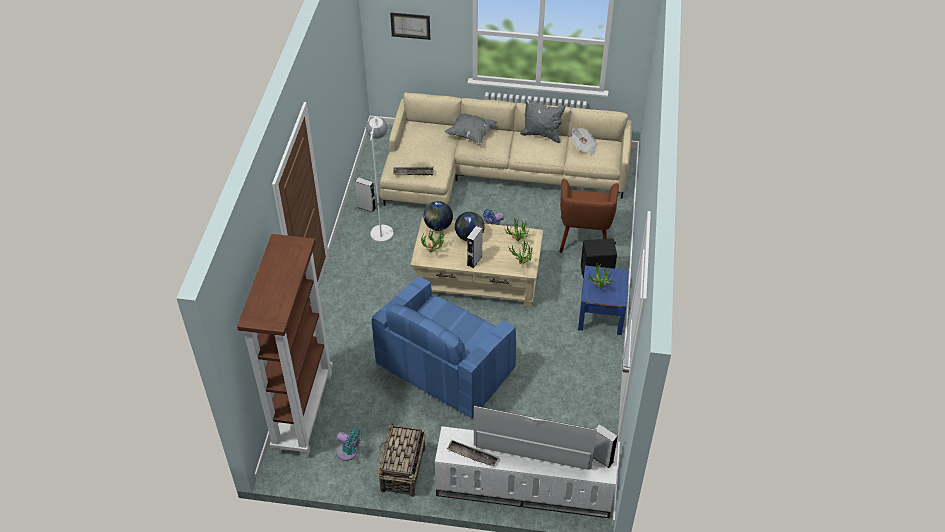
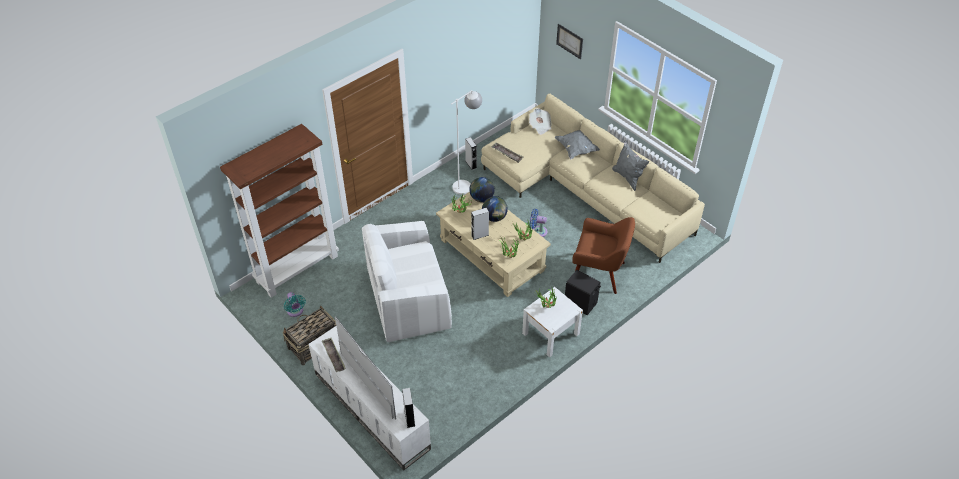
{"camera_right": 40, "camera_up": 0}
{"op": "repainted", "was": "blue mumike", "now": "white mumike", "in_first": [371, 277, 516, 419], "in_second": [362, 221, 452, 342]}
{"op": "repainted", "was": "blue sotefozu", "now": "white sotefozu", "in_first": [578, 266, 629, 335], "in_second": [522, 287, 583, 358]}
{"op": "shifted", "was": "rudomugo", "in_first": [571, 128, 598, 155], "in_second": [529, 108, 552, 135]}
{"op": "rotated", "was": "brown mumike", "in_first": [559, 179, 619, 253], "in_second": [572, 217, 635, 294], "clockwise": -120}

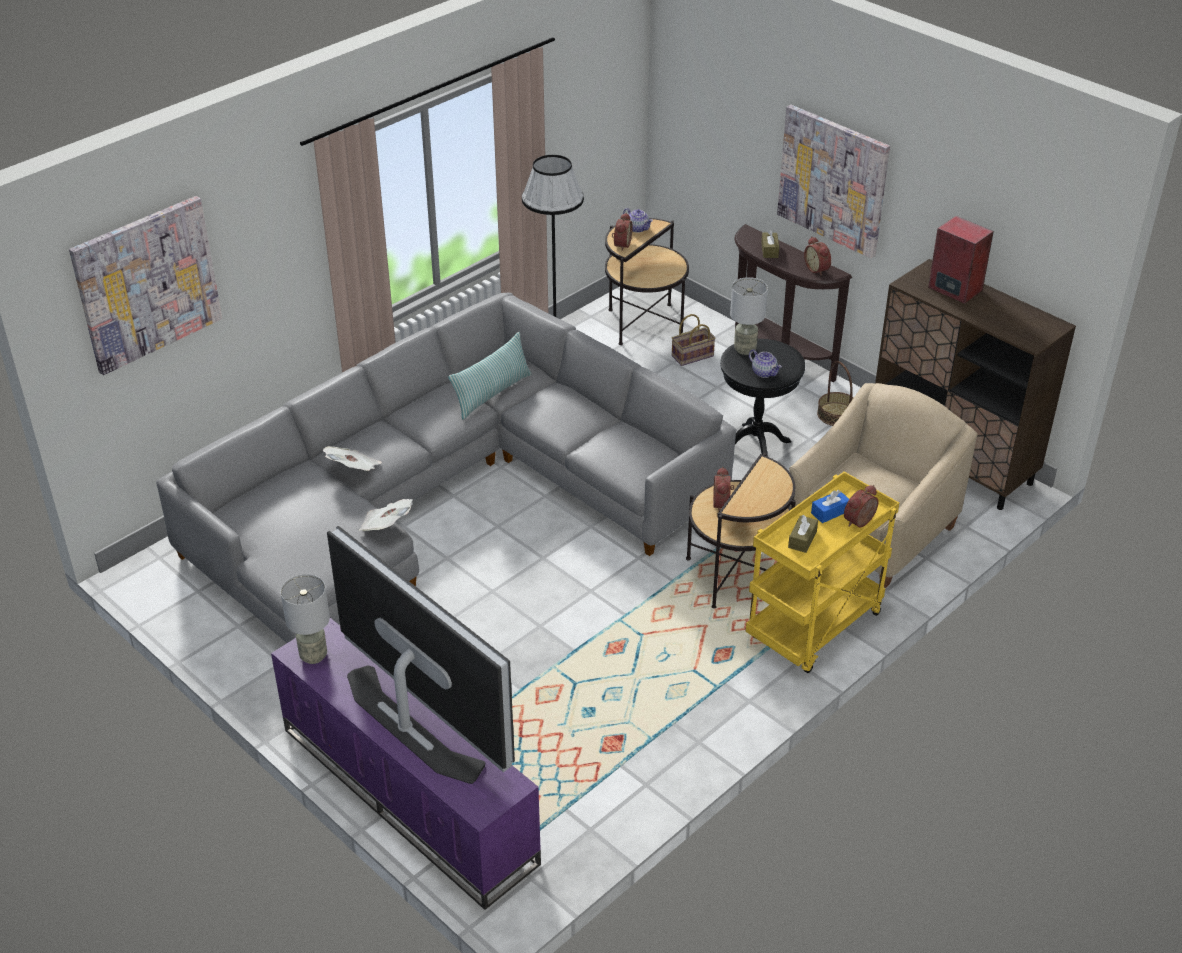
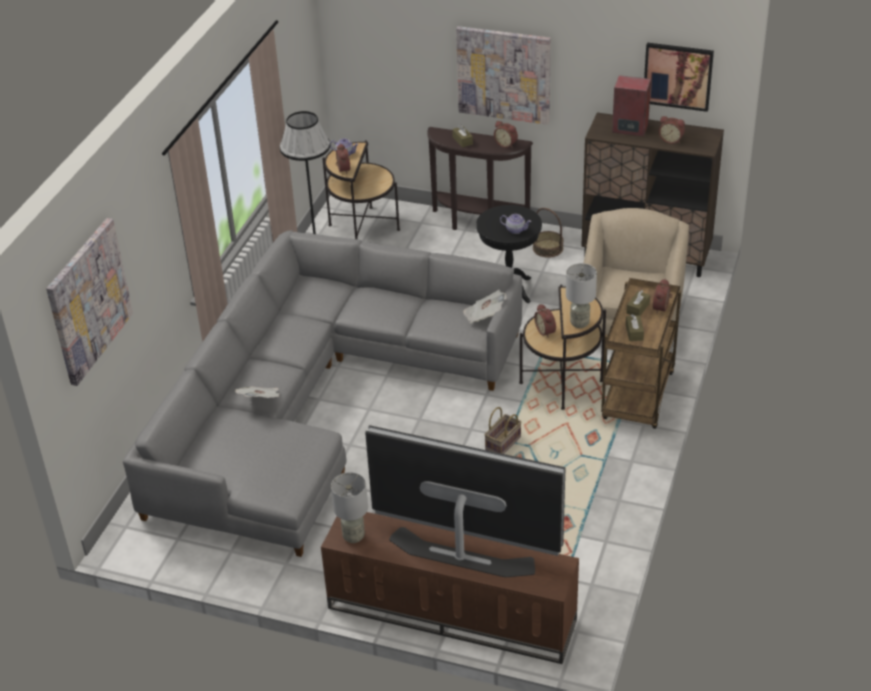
{"camera_right": -25, "camera_up": 0}
{"op": "repainted", "was": "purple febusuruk", "now": "brown febusuruk", "in_first": [271, 618, 541, 910], "in_second": [321, 512, 579, 664]}
{"op": "shifted", "was": "rudomugo", "in_first": [359, 499, 413, 531], "in_second": [463, 290, 507, 324]}
{"op": "shifted", "was": "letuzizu", "in_first": [672, 314, 715, 366], "in_second": [484, 407, 521, 454]}
{"op": "shifted", "was": "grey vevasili", "in_first": [730, 277, 768, 355], "in_second": [566, 263, 597, 328]}
{"op": "repainted", "was": "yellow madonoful", "now": "brown madonoful", "in_first": [746, 472, 899, 673], "in_second": [601, 278, 681, 429]}
{"op": "repainted", "was": "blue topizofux", "now": "brown topizofux", "in_first": [811, 490, 849, 523], "in_second": [626, 290, 650, 316]}
{"op": "new", "now": "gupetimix", "in_second": [644, 43, 714, 112]}
{"op": "new", "now": "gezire", "in_second": [659, 116, 685, 144]}
{"op": "gone", "was": "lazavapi", "in_first": [448, 332, 532, 419]}

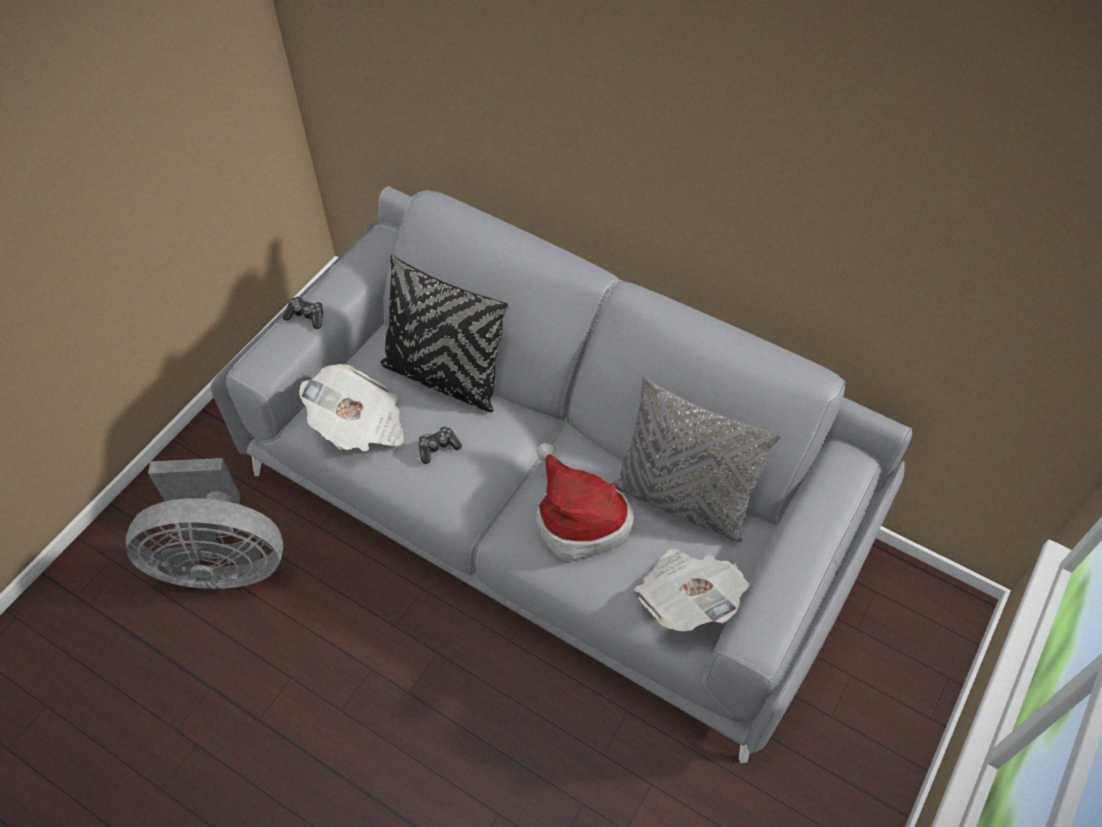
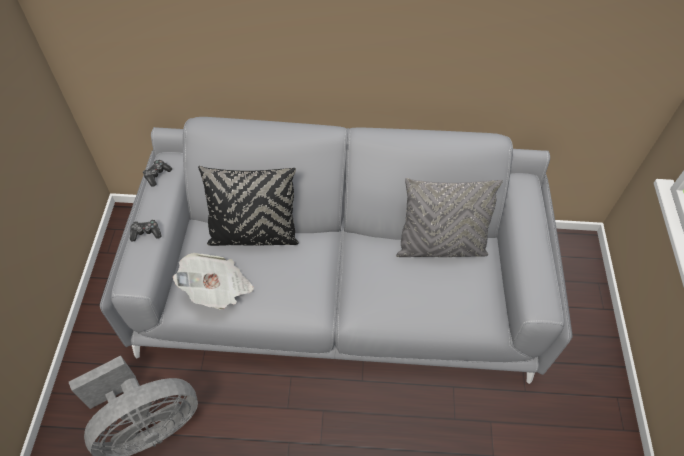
{"camera_right": -30, "camera_up": 0}
{"op": "shifted", "was": "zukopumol", "in_first": [418, 426, 462, 464], "in_second": [143, 160, 172, 187]}
{"op": "gone", "was": "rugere", "in_first": [536, 443, 634, 561]}
{"op": "gone", "was": "rudomugo", "in_first": [634, 549, 749, 631]}

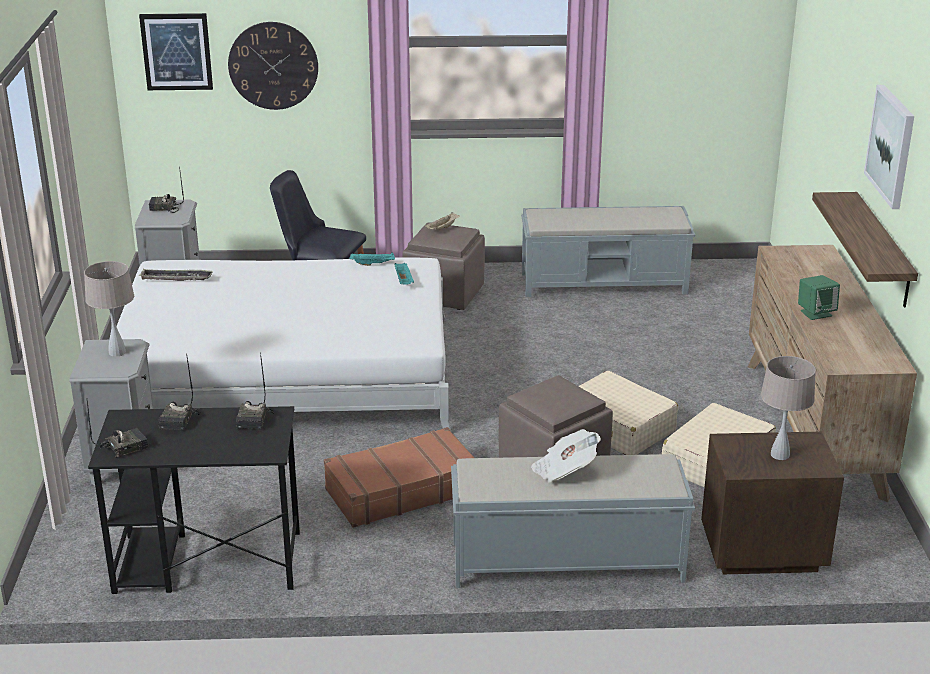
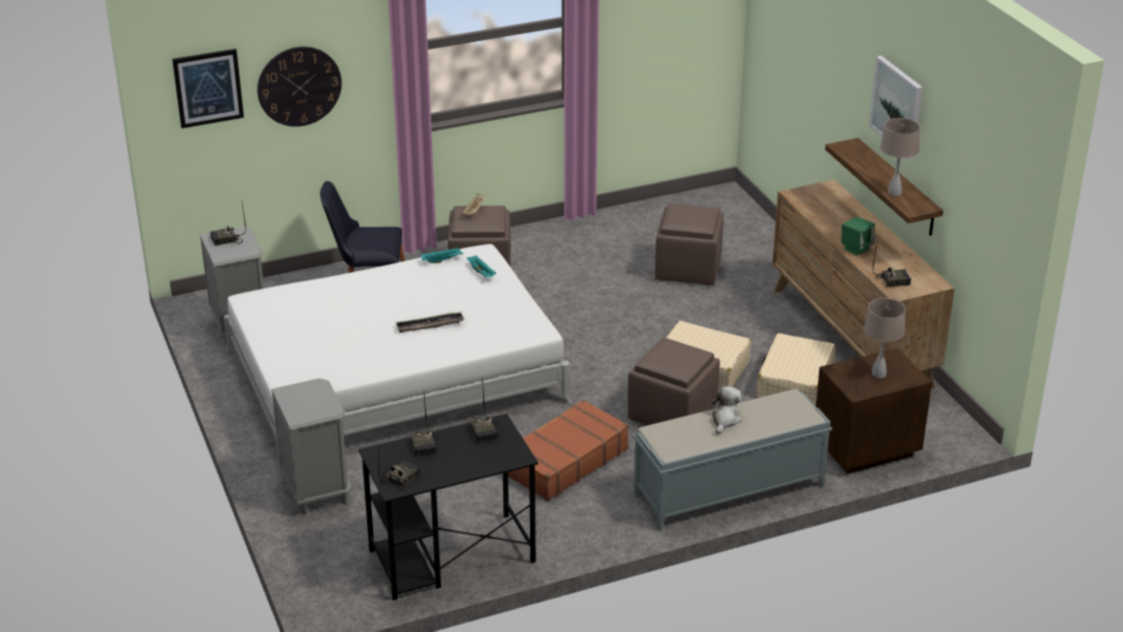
{"camera_right": -20, "camera_up": 5}
{"op": "shifted", "was": "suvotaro", "in_first": [139, 269, 213, 281], "in_second": [395, 312, 464, 333]}
{"op": "new", "now": "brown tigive", "in_second": [655, 204, 724, 285]}
{"op": "swapped", "was": "rudomugo", "now": "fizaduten", "in_first": [531, 429, 601, 483], "in_second": [711, 386, 742, 434]}
{"op": "new", "now": "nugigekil", "in_second": [872, 243, 911, 287]}
{"op": "shifted", "was": "beige vevasili", "in_first": [84, 261, 134, 357], "in_second": [880, 118, 920, 196]}
{"op": "gone", "was": "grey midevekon", "in_first": [521, 206, 695, 297]}

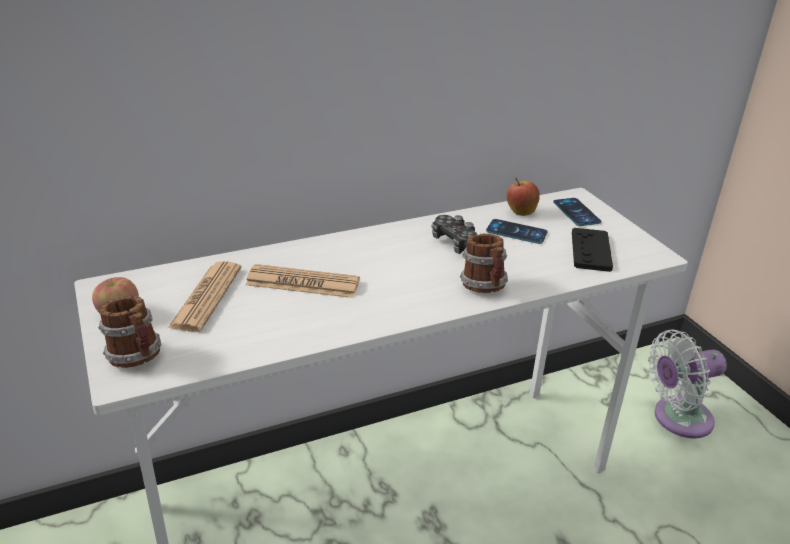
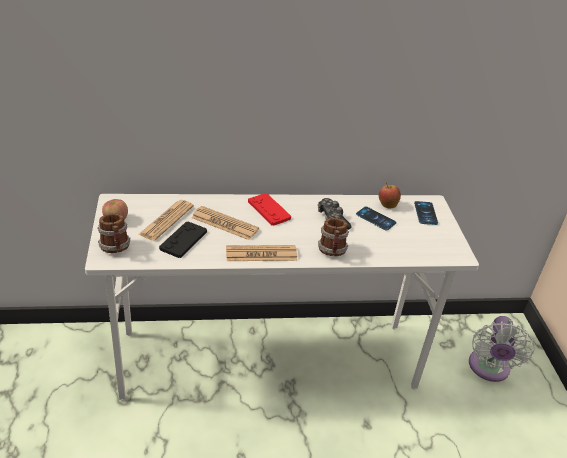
{"camera_right": 15, "camera_up": 5}
{"op": "shifted", "was": "black zukopumol", "in_first": [572, 228, 613, 272], "in_second": [159, 221, 207, 258]}
{"op": "new", "now": "rudomugo", "in_second": [226, 245, 297, 261]}
{"op": "new", "now": "red zukopumol", "in_second": [248, 193, 291, 226]}
{"op": "rotated", "was": "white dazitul", "in_first": [648, 329, 727, 439], "in_second": [469, 316, 535, 382], "clockwise": -75}

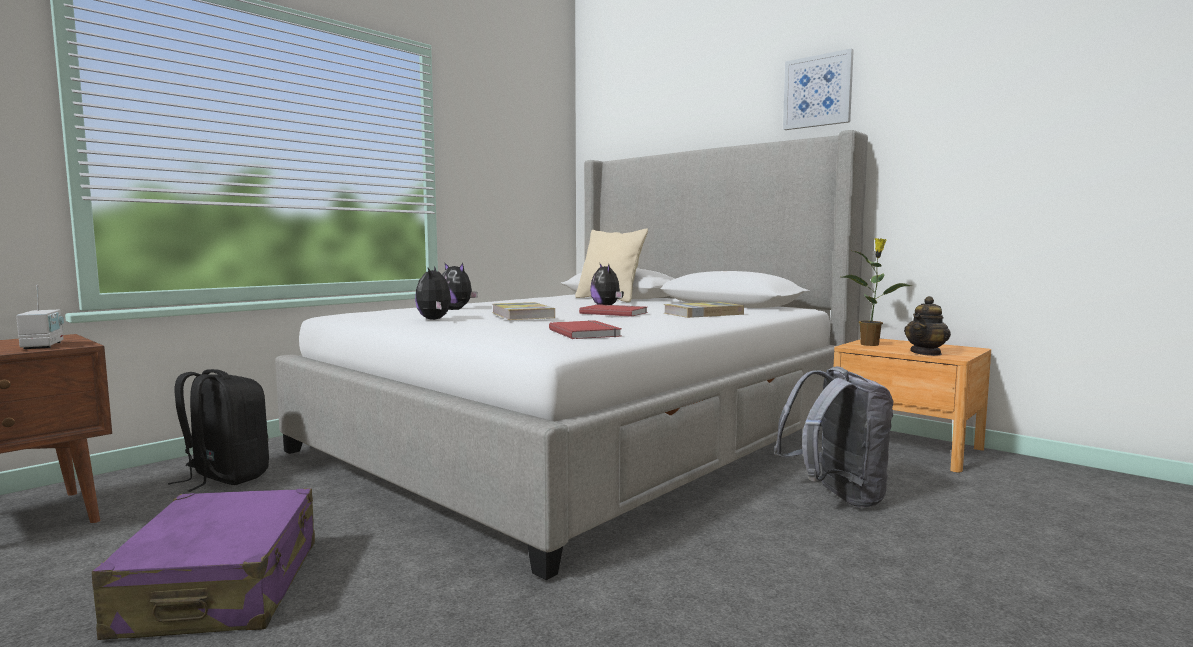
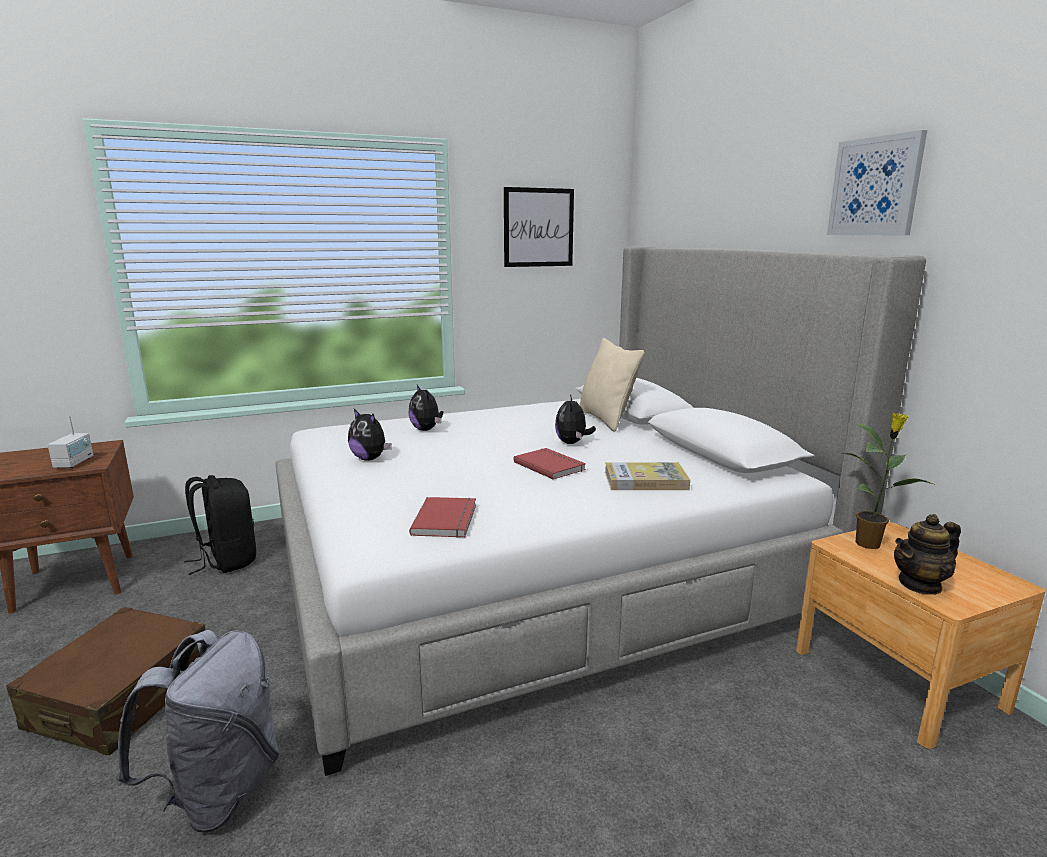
{"camera_right": 25, "camera_up": 10}
{"op": "repainted", "was": "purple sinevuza", "now": "brown sinevuza", "in_first": [92, 488, 315, 640], "in_second": [6, 607, 205, 755]}
{"op": "shifted", "was": "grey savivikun", "in_first": [774, 366, 893, 508], "in_second": [116, 630, 280, 833]}
{"op": "rotated", "was": "fizaduten", "in_first": [415, 266, 464, 320], "in_second": [348, 409, 392, 461], "clockwise": -75}
{"op": "new", "now": "gupetimix", "in_second": [504, 187, 574, 267]}
{"op": "gone", "was": "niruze", "in_first": [492, 302, 555, 320]}

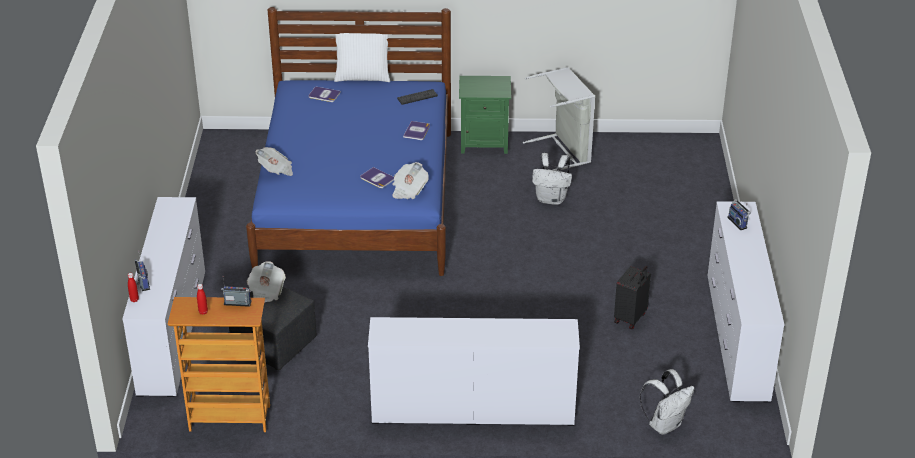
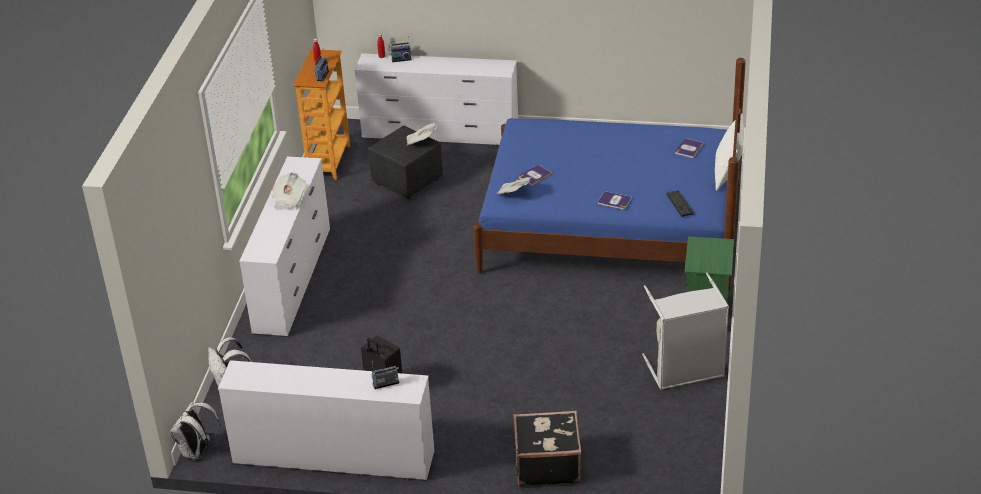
{"camera_right": 100, "camera_up": 0}
{"op": "shifted", "was": "white savivikun", "in_first": [532, 153, 572, 205], "in_second": [170, 402, 221, 459]}
{"op": "shifted", "was": "rudomugo", "in_first": [256, 147, 293, 176], "in_second": [272, 172, 307, 210]}
{"op": "new", "now": "black sinevuza", "in_second": [513, 410, 582, 486]}

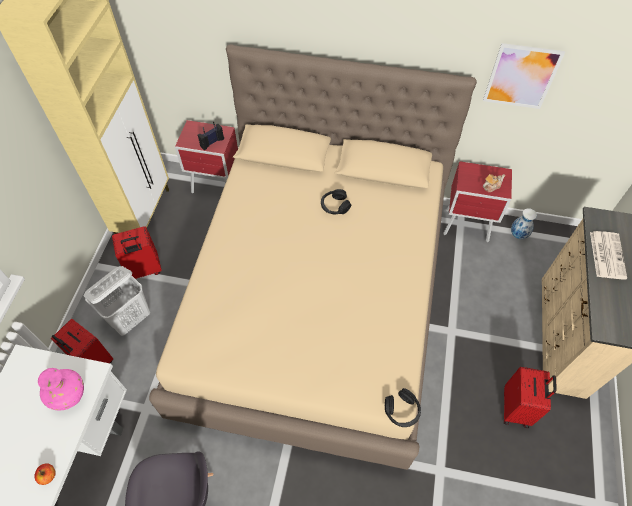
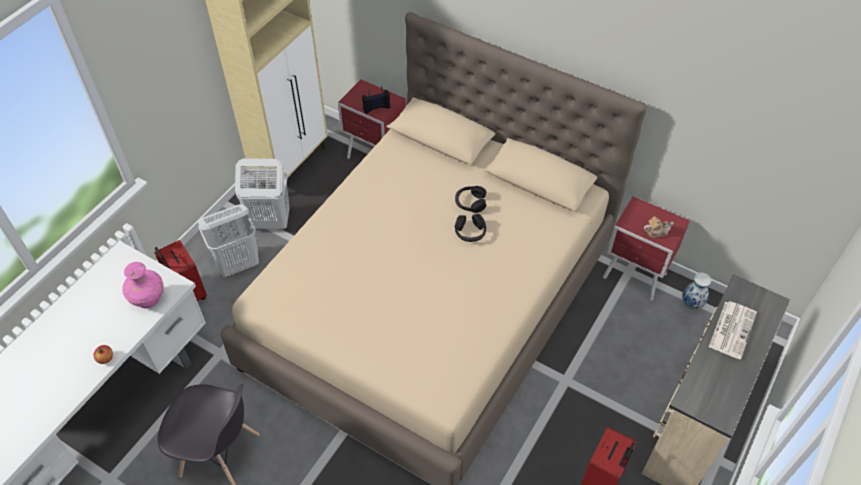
{"camera_right": 20, "camera_up": -5}
{"op": "swapped", "was": "red sinevuza", "now": "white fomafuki", "in_first": [112, 226, 162, 279], "in_second": [235, 158, 290, 230]}
{"op": "shifted", "was": "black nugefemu", "in_first": [385, 388, 421, 427], "in_second": [455, 214, 486, 242]}
{"op": "gone", "was": "gupetimix", "in_first": [483, 43, 565, 109]}

